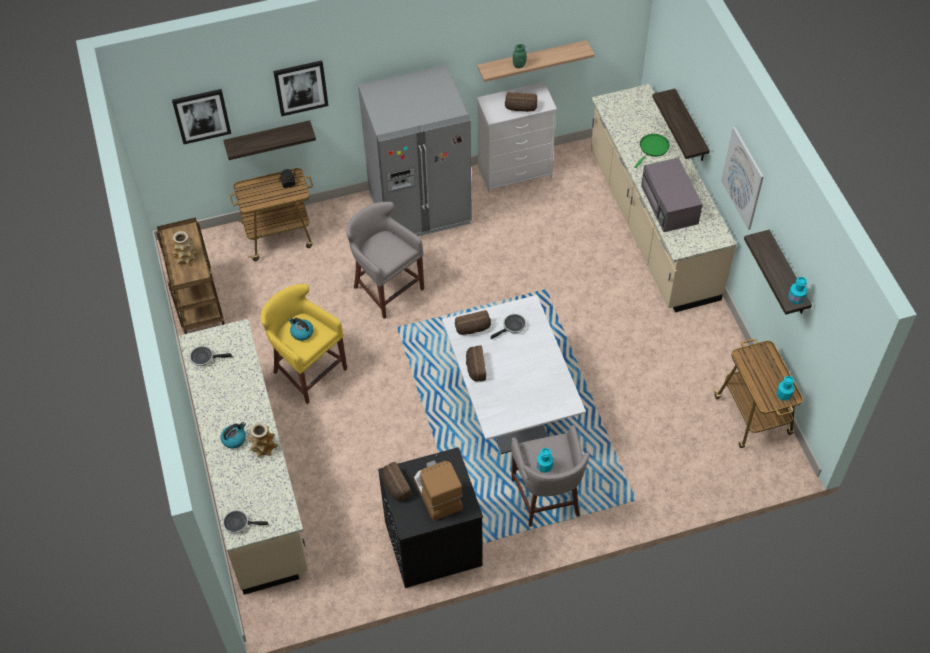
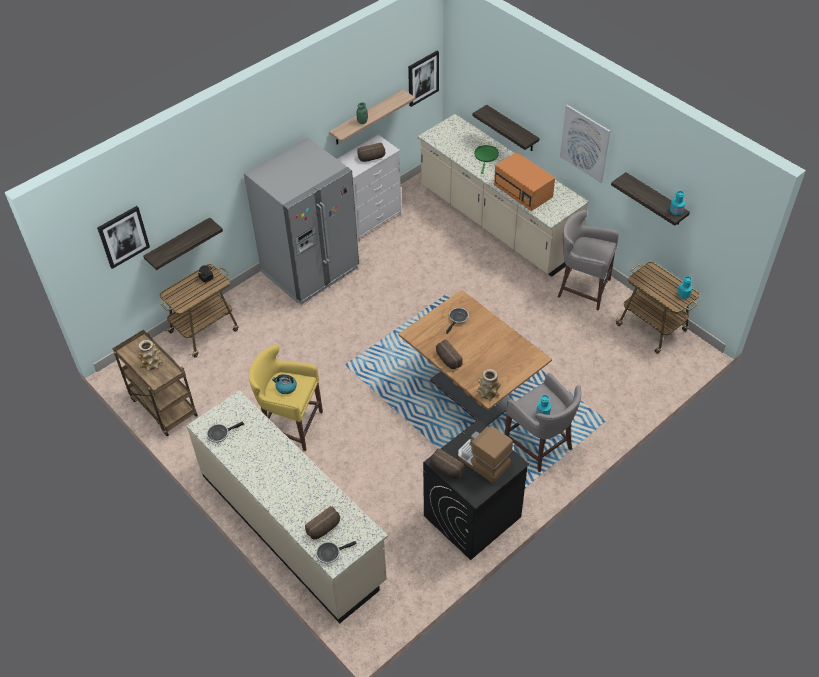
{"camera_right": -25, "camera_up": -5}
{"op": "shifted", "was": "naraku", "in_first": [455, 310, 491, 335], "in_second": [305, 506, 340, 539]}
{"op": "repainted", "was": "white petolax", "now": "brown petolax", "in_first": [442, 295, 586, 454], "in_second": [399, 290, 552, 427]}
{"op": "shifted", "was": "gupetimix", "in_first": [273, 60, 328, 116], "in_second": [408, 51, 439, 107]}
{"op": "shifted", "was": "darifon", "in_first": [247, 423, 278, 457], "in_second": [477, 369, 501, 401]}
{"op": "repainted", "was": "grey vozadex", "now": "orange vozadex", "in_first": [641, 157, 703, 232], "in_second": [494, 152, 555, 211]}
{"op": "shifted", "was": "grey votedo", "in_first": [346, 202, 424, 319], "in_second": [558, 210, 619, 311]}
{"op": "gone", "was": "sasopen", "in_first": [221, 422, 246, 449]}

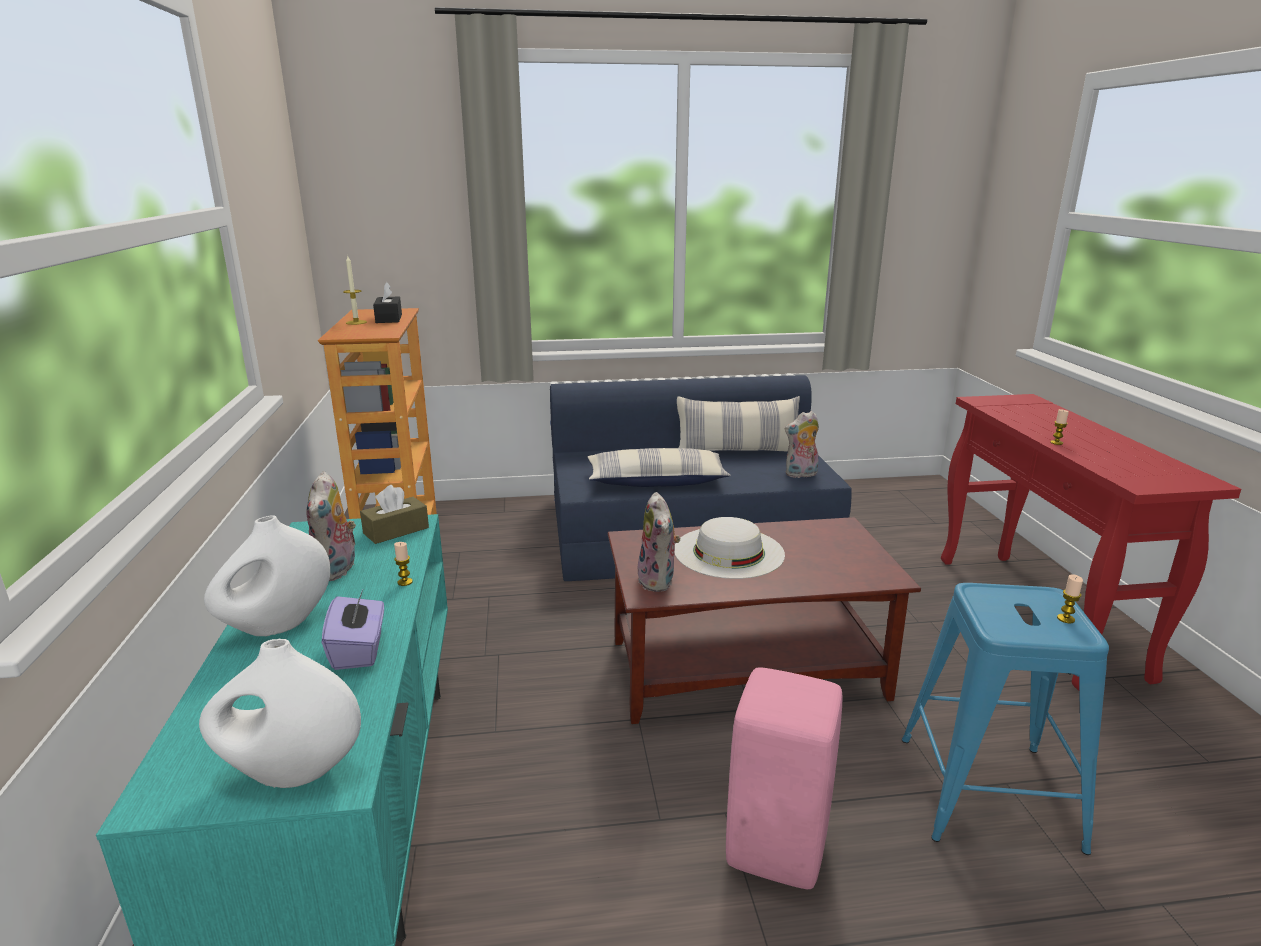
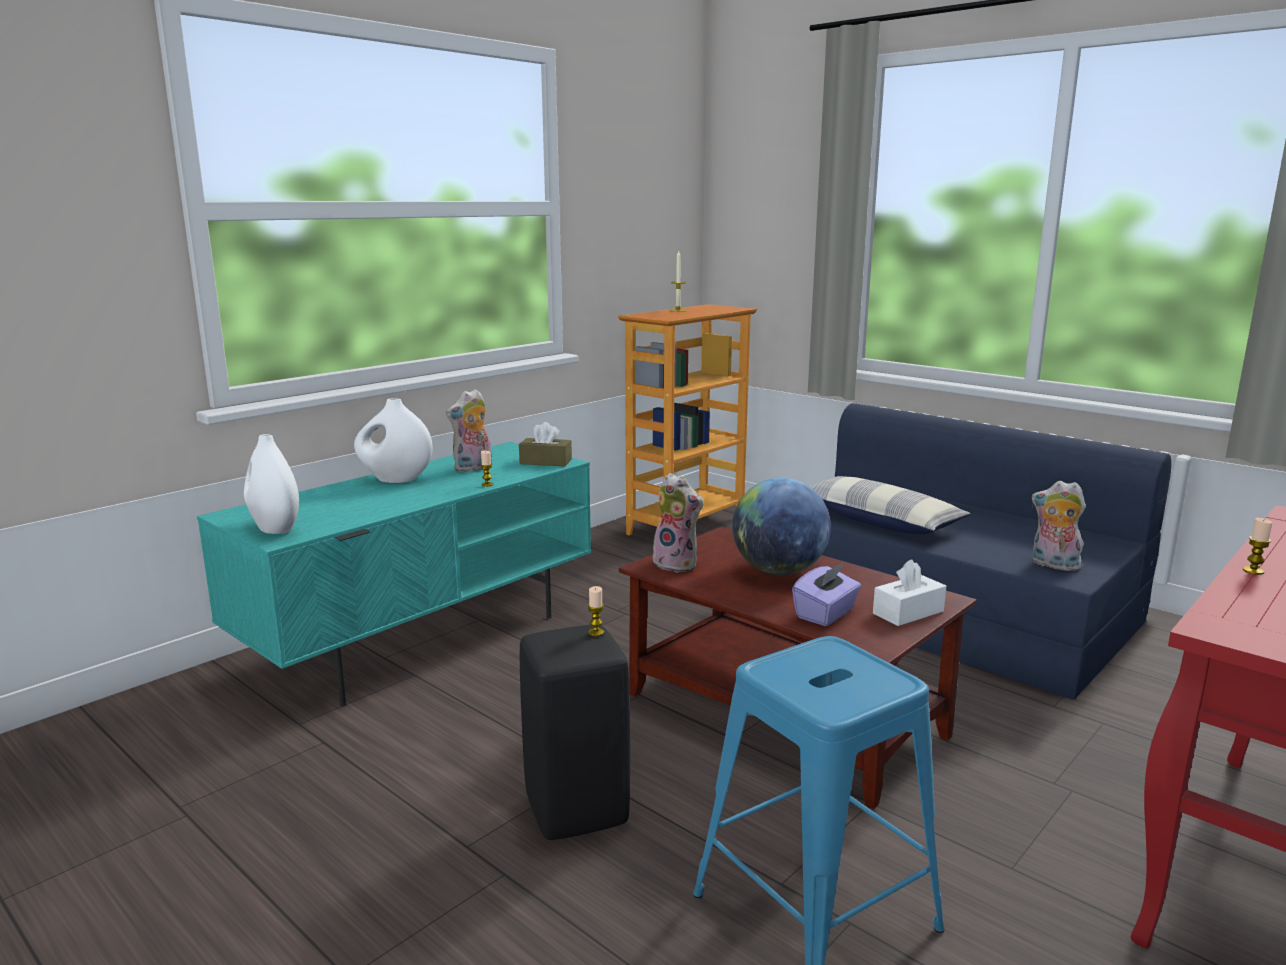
{"camera_right": 50, "camera_up": -5}
{"op": "repainted", "was": "pink votedo", "now": "black votedo", "in_first": [726, 667, 842, 889], "in_second": [520, 625, 630, 840]}
{"op": "shifted", "was": "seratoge", "in_first": [1057, 574, 1083, 624], "in_second": [588, 586, 604, 636]}
{"op": "rotated", "was": "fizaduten", "in_first": [638, 492, 680, 592], "in_second": [653, 473, 703, 573], "clockwise": -90}
{"op": "swapped", "was": "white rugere", "now": "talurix", "in_first": [675, 517, 785, 579], "in_second": [732, 478, 831, 575]}
{"op": "shifted", "was": "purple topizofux", "in_first": [322, 588, 384, 670], "in_second": [792, 563, 861, 626]}
{"op": "new", "now": "white topizofux", "in_second": [873, 559, 946, 626]}
{"op": "gone", "was": "black topizofux", "in_first": [373, 282, 402, 323]}
{"op": "gone", "was": "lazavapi", "in_first": [677, 396, 800, 452]}

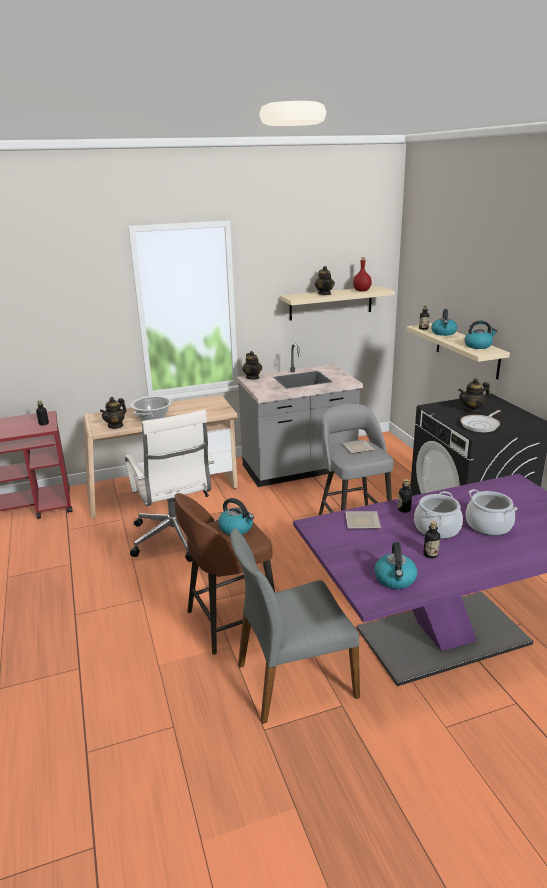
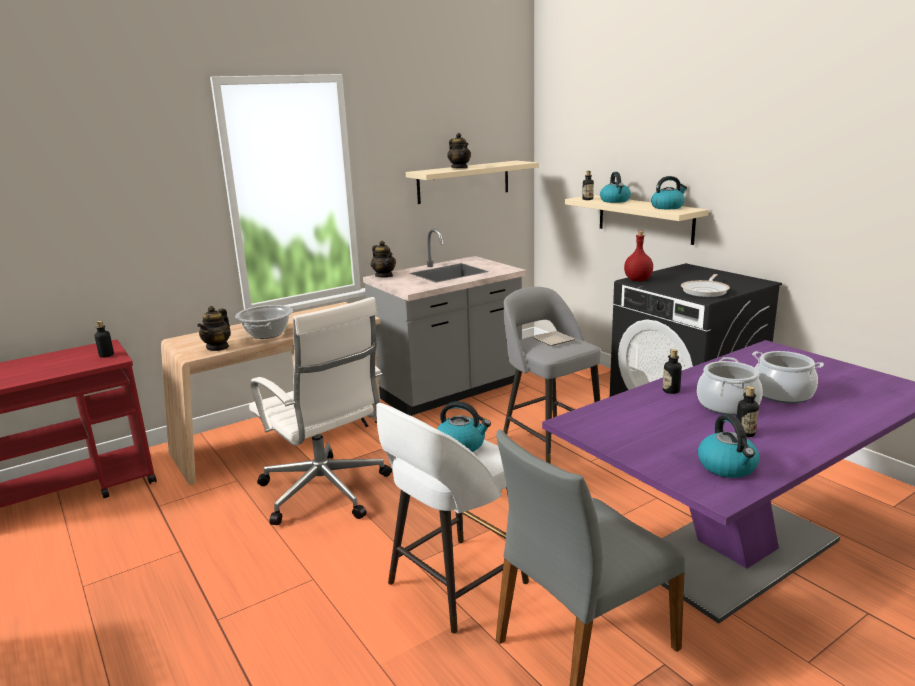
{"camera_right": -15, "camera_up": -5}
{"op": "repainted", "was": "brown votedo", "now": "white votedo", "in_first": [175, 493, 275, 655], "in_second": [376, 403, 529, 634]}
{"op": "shifted", "was": "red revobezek", "in_first": [353, 257, 372, 291], "in_second": [624, 231, 653, 281]}
{"op": "gone", "was": "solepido", "in_first": [346, 511, 381, 529]}
{"op": "gone", "was": "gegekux", "in_first": [458, 378, 490, 413]}

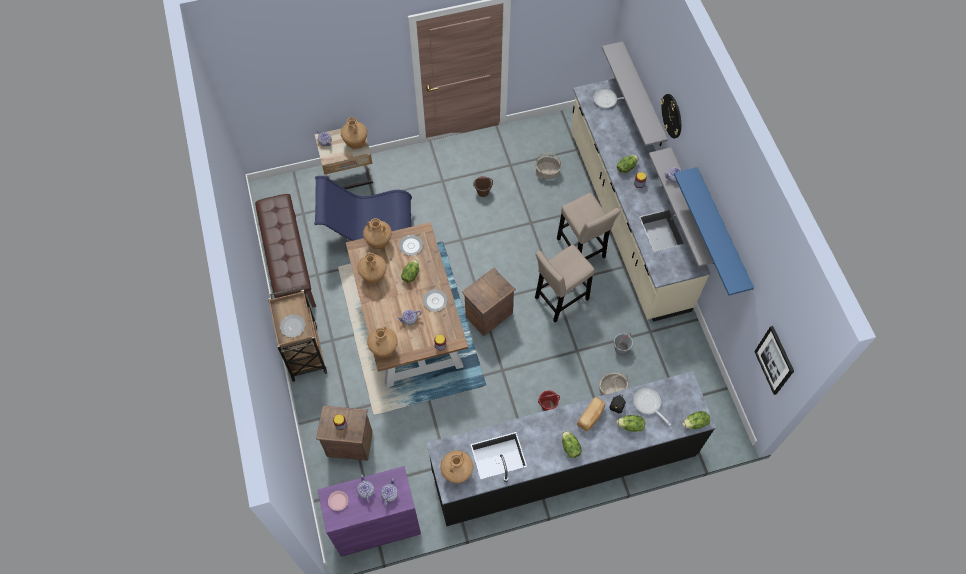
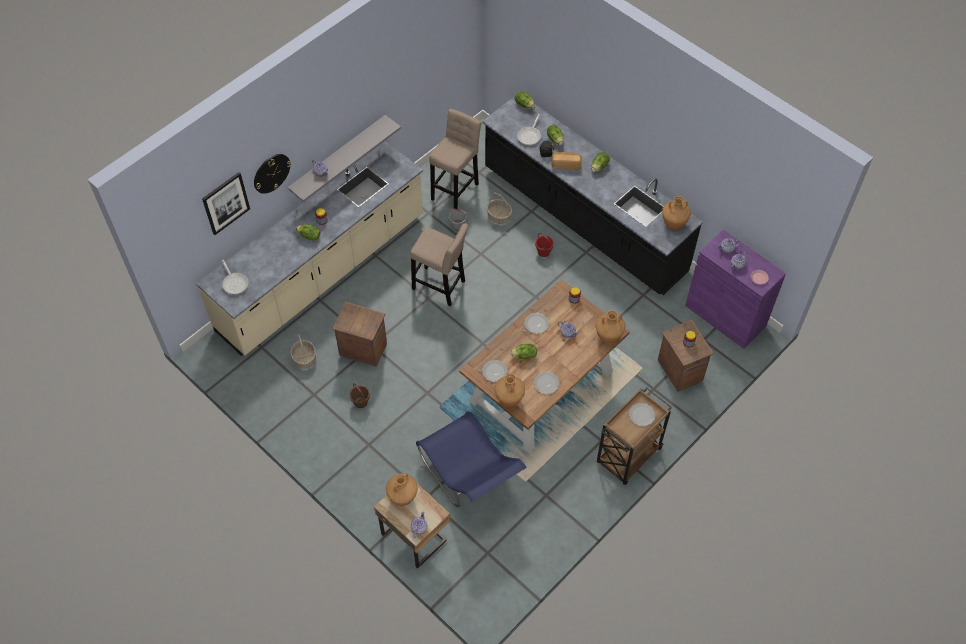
{"camera_right": -120, "camera_up": -5}
{"op": "shifted", "was": "gupetimix", "in_first": [754, 326, 794, 395], "in_second": [202, 172, 250, 235]}
{"op": "shifted", "was": "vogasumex", "in_first": [462, 268, 516, 336], "in_second": [332, 302, 387, 366]}
{"op": "shifted", "was": "beige votedo", "in_first": [557, 193, 620, 259], "in_second": [429, 109, 481, 209]}
{"op": "swapped", "was": "brown darifon", "now": "solepido", "in_first": [357, 252, 387, 284], "in_second": [534, 371, 560, 394]}
{"op": "gone", "was": "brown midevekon", "in_first": [255, 194, 316, 308]}
{"op": "gone", "was": "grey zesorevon", "in_first": [602, 41, 668, 146]}
{"op": "gone", "was": "blue zesorevon", "in_first": [674, 167, 754, 296]}

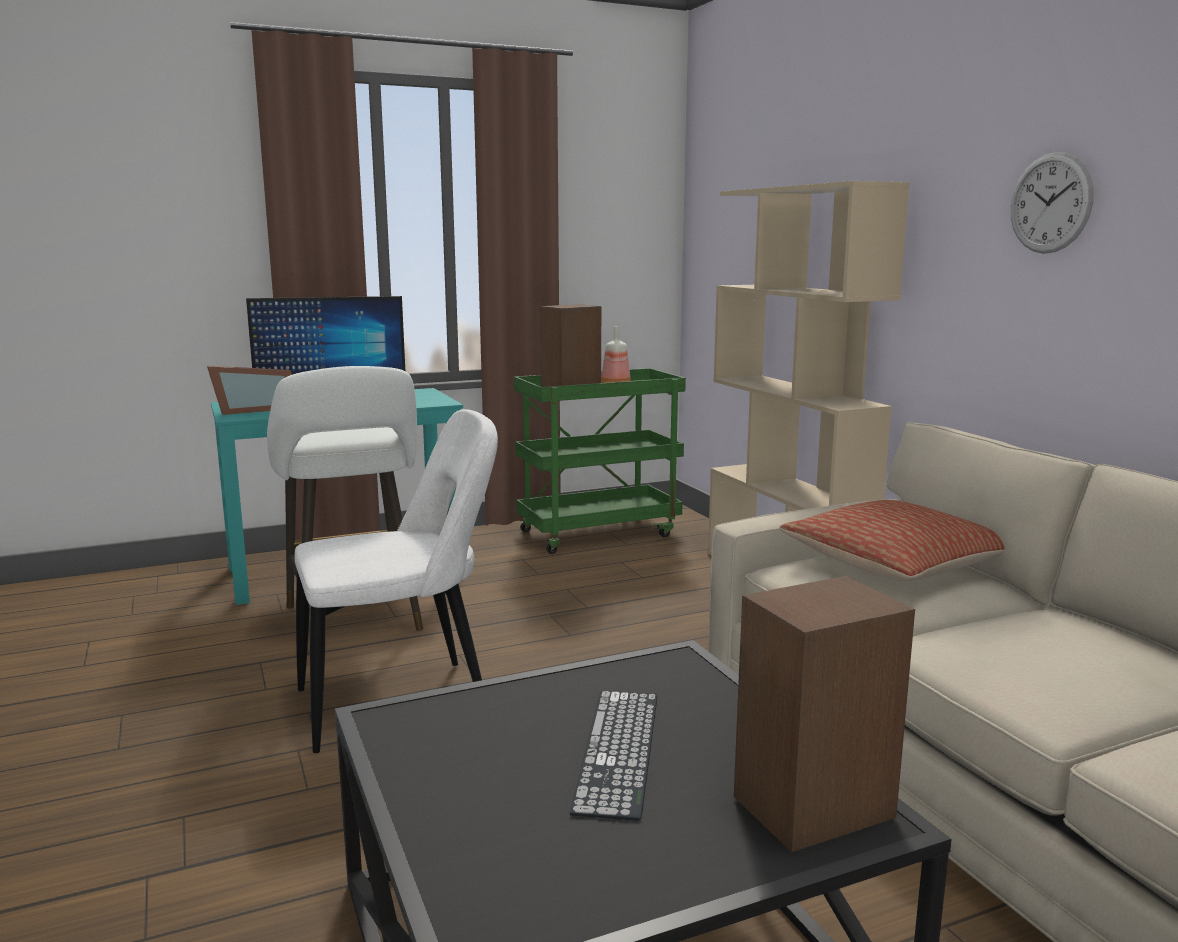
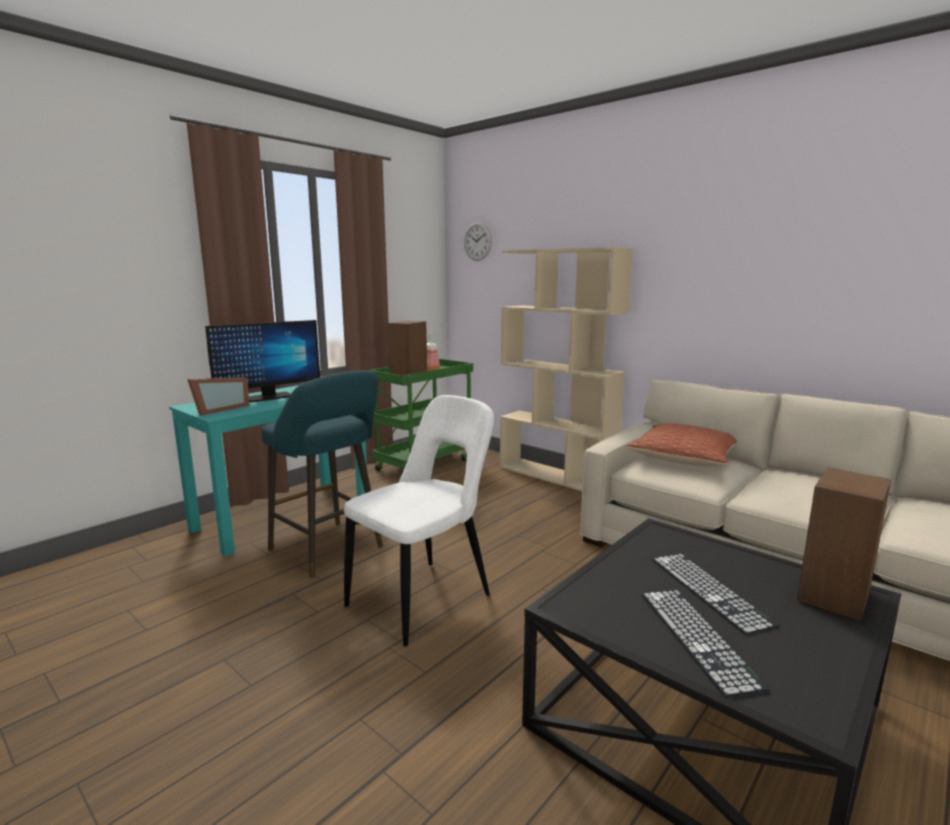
{"camera_right": -25, "camera_up": 0}
{"op": "repainted", "was": "white votedo", "now": "turquoise votedo", "in_first": [267, 366, 423, 631], "in_second": [262, 371, 383, 578]}
{"op": "shifted", "was": "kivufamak", "in_first": [1011, 152, 1094, 254], "in_second": [464, 222, 492, 261]}
{"op": "new", "now": "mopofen", "in_second": [642, 590, 770, 697]}

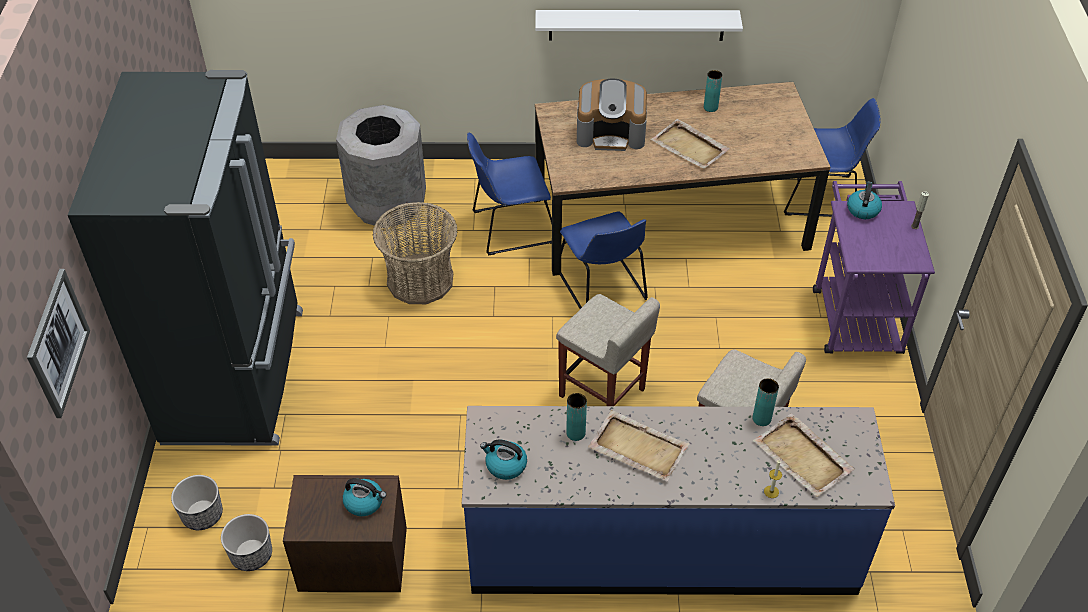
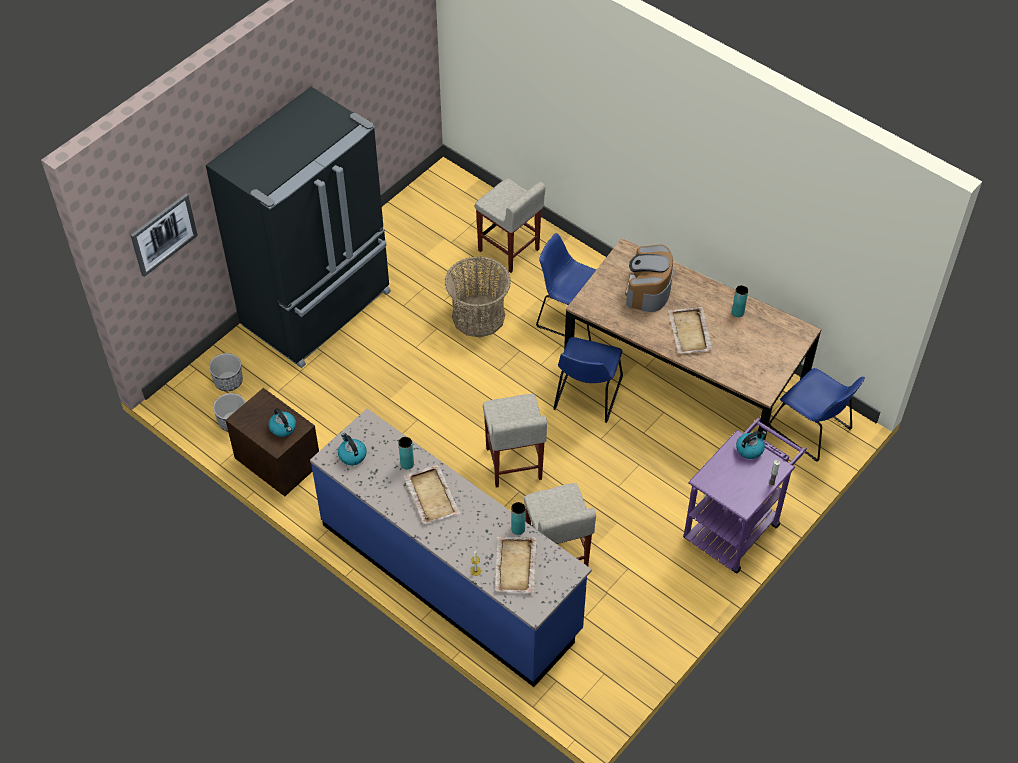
{"camera_right": 40, "camera_up": 5}
{"op": "swapped", "was": "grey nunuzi", "now": "beige votedo", "in_first": [336, 105, 426, 227], "in_second": [475, 179, 545, 273]}
{"op": "rotated", "was": "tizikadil", "in_first": [577, 78, 647, 151], "in_second": [625, 244, 673, 312], "clockwise": 60}
{"op": "gone", "was": "white zesorevon", "in_first": [535, 10, 743, 41]}

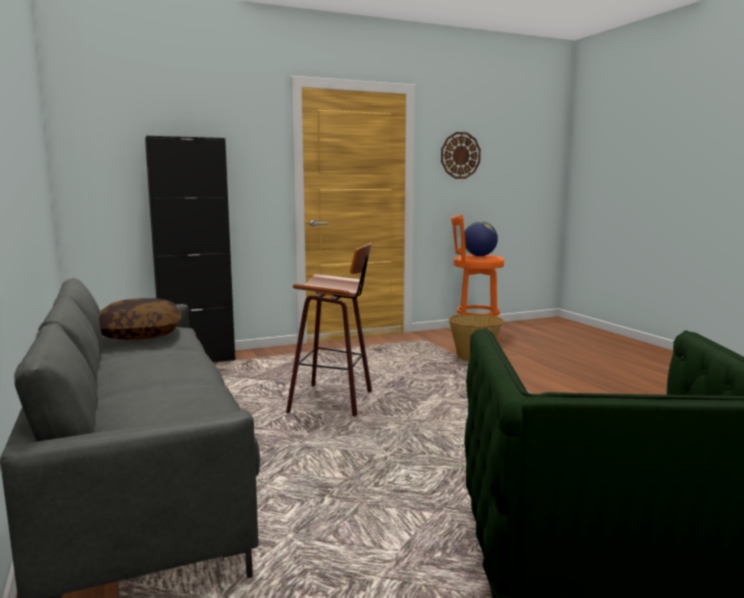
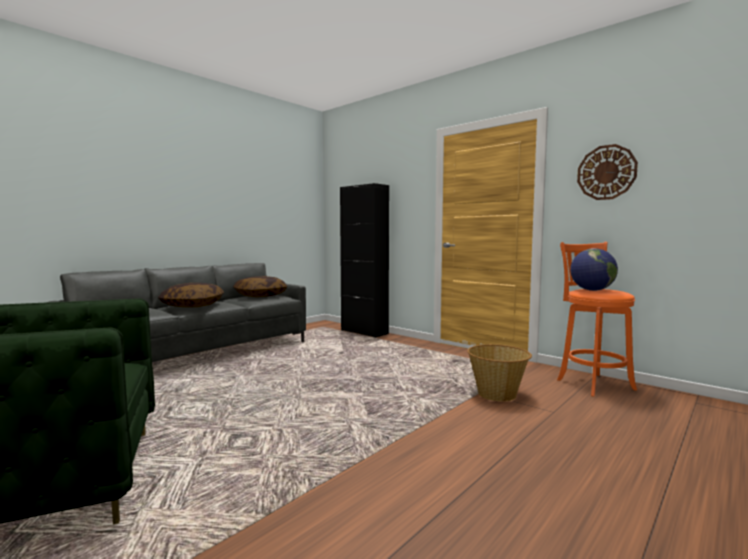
{"camera_right": 65, "camera_up": -5}
{"op": "new", "now": "lazavapi", "in_second": [158, 283, 224, 307]}
{"op": "gone", "was": "votedo", "in_first": [286, 243, 372, 417]}

